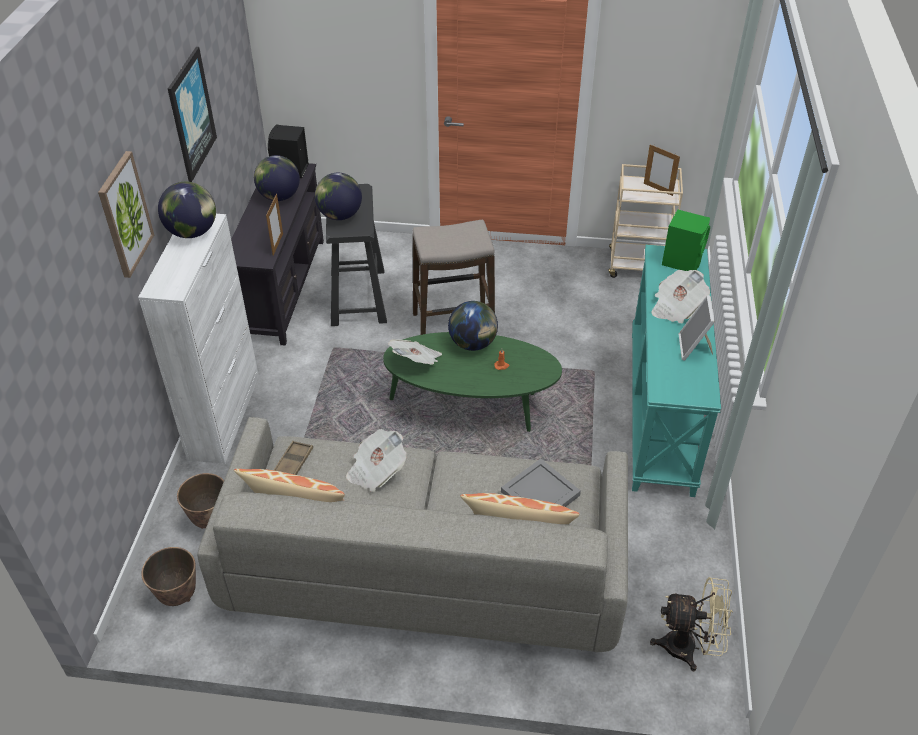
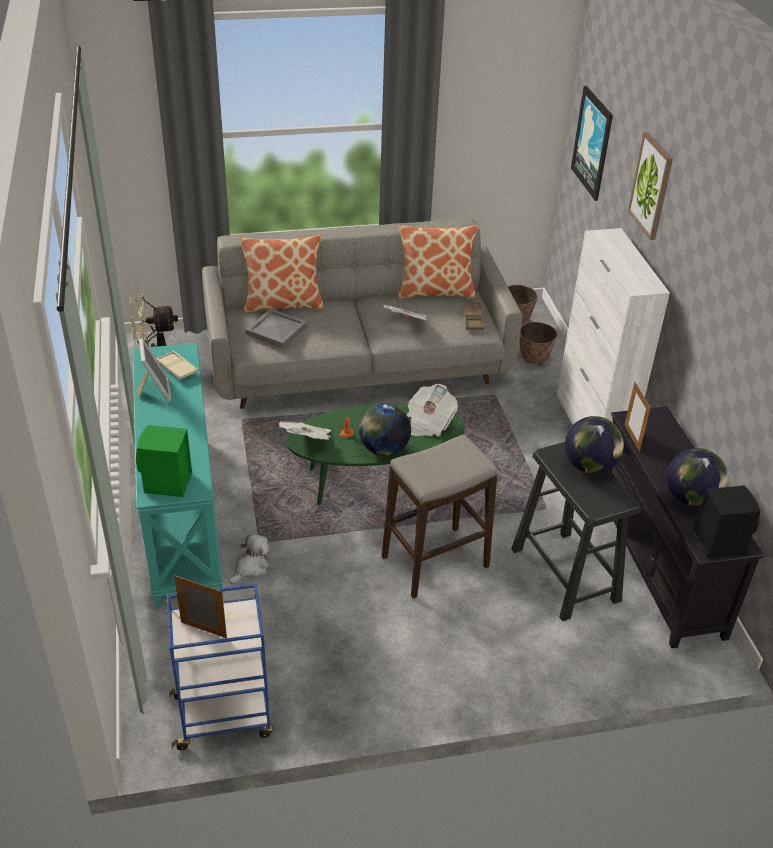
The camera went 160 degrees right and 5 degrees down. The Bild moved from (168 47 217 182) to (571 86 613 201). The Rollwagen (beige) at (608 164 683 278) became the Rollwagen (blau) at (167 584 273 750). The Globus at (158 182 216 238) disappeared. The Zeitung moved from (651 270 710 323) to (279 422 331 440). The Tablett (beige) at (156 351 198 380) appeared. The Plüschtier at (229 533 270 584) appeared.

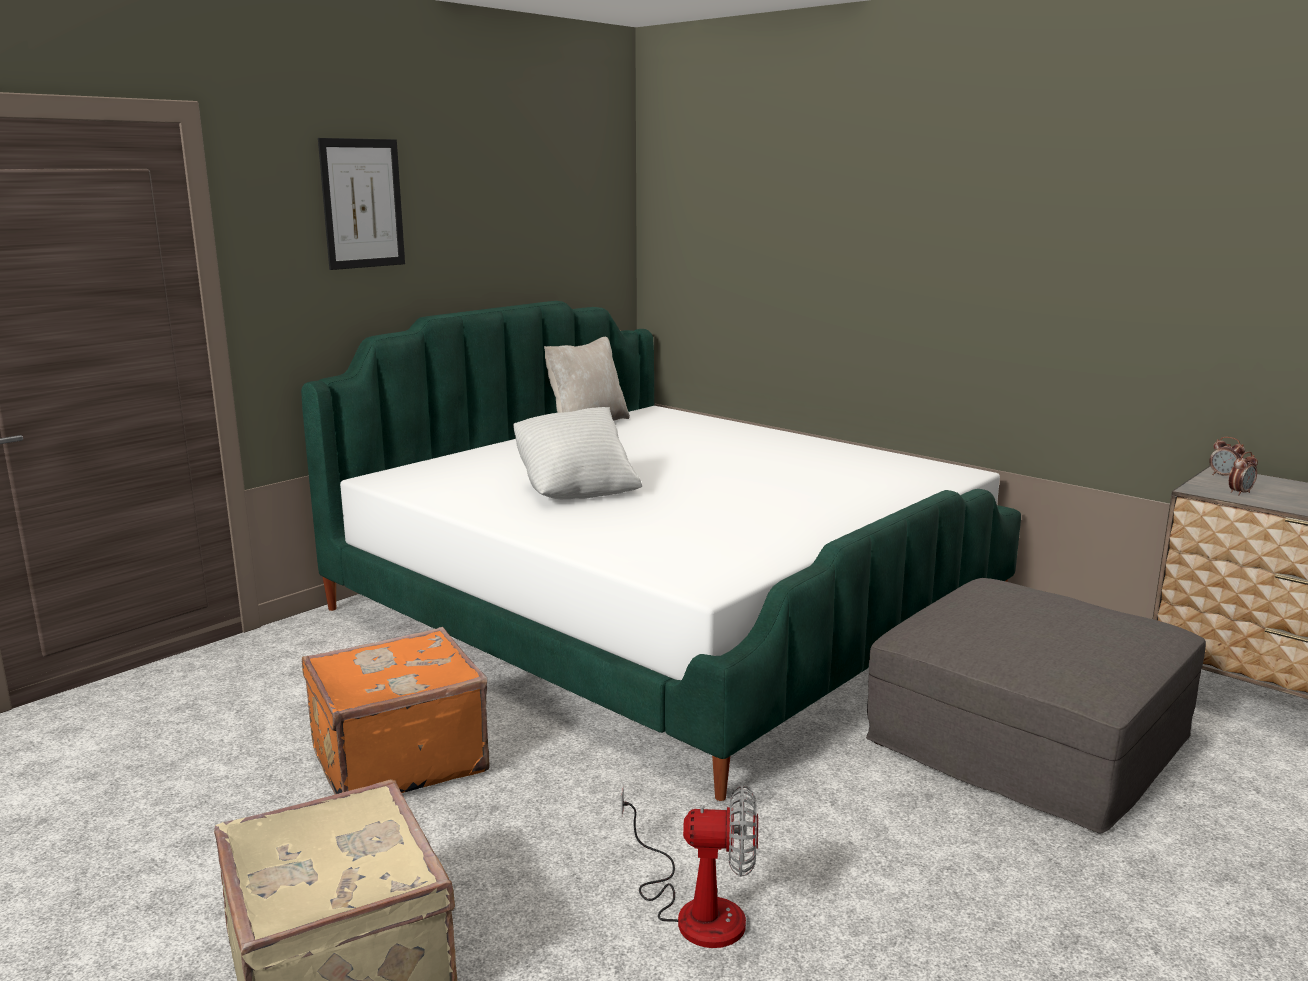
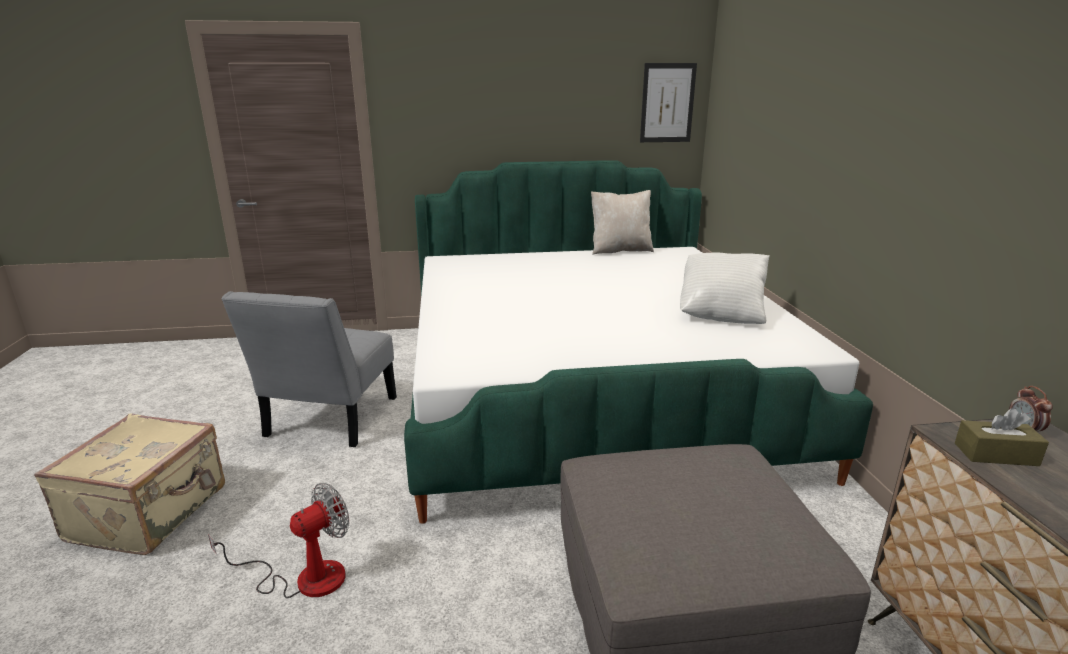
The camera went 40 degrees right and 5 degrees up. The Bild moved from (318 138 405 270) to (640 63 697 142). The Kissen (weiß) moved from (513 407 642 499) to (680 253 770 324). The Wecker at (1229 452 1258 495) was replaced by the Taschentuchbox (braun) at (955 408 1049 466). The Koffer (orange) at (302 627 489 794) was replaced by the Stuhl (grau) at (221 291 397 447). The Ventilator at (621 785 758 948) turned 90 degrees counterclockwise.

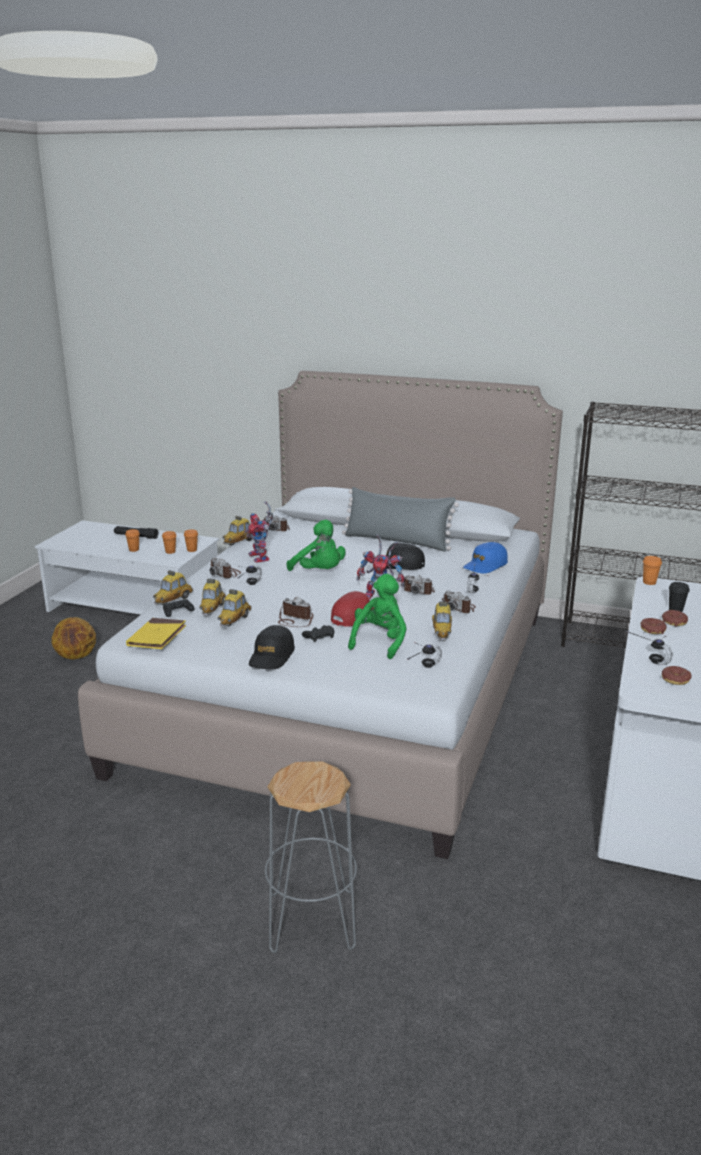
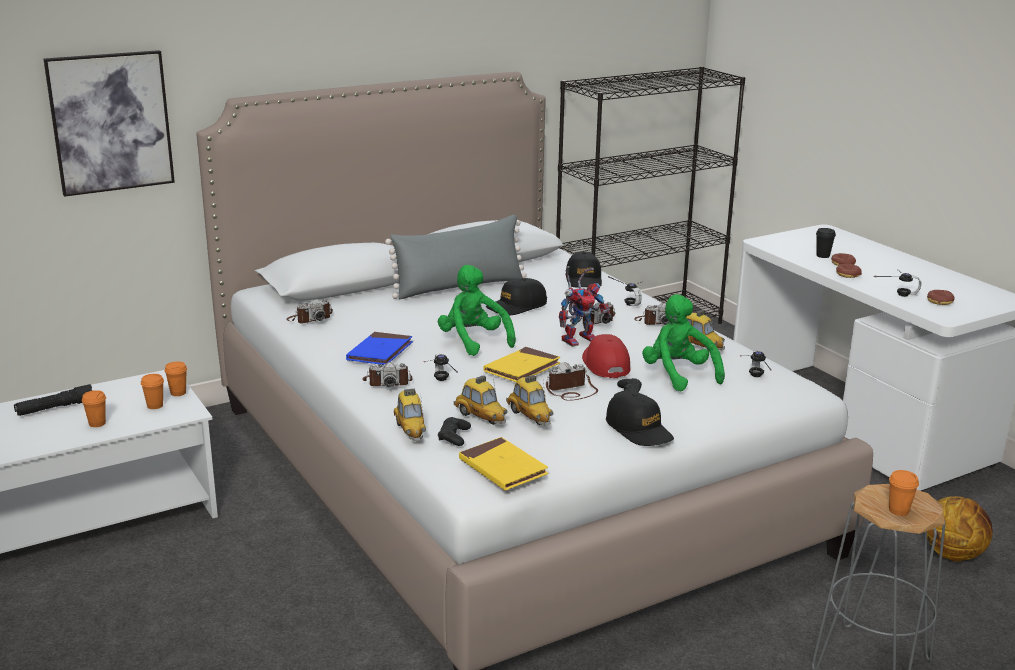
The camera went 50 degrees left and 0 degrees up. The Spielzeugroboter at (244 501 273 563) was replaced by the Buch (blau) at (346 332 413 365). The Spielzeugauto at (222 516 252 546) disappeared. The Plüschtier (grün) at (287 520 346 571) turned 120 degrees counterclockwise. The Kappe (blau) at (463 542 508 574) became the Kappe (schwarz) at (566 251 602 287). The Tasse (orange) moved from (643 556 662 585) to (889 470 919 516). The Basketball moved from (51 617 96 659) to (927 496 993 562). The Bild at (44 50 175 197) appeared. The Buch (gelb) at (484 347 560 382) appeared.

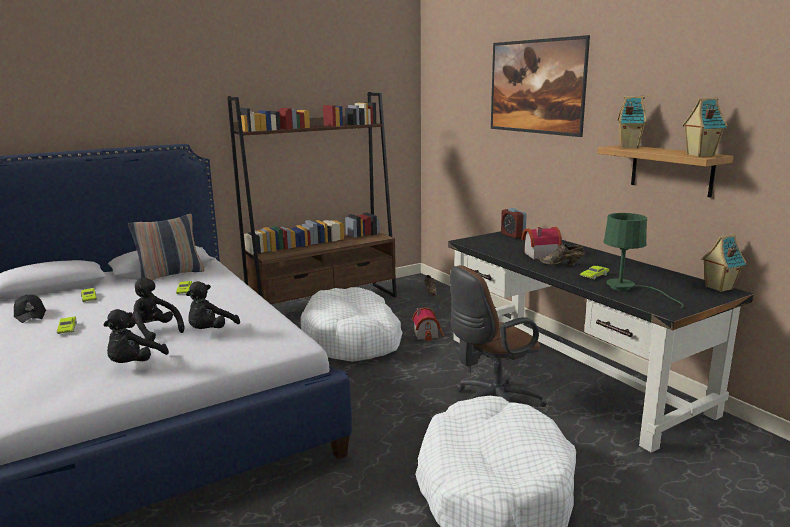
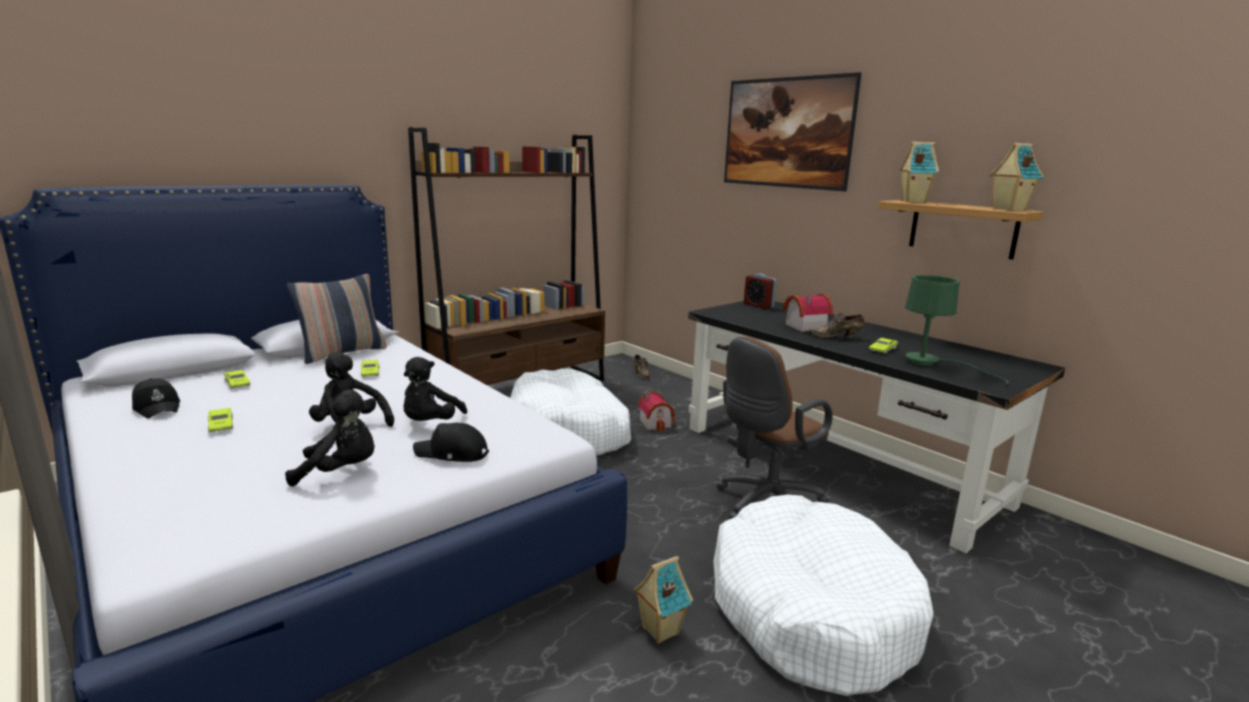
The camera went 10 degrees left and 0 degrees up. The Spielzeughaus moved from (701 234 747 292) to (633 556 693 644). The Plüschtier (schwarz) at (104 309 169 363) turned 105 degrees counterclockwise. The Kappe (schwarz) at (413 423 489 462) appeared.

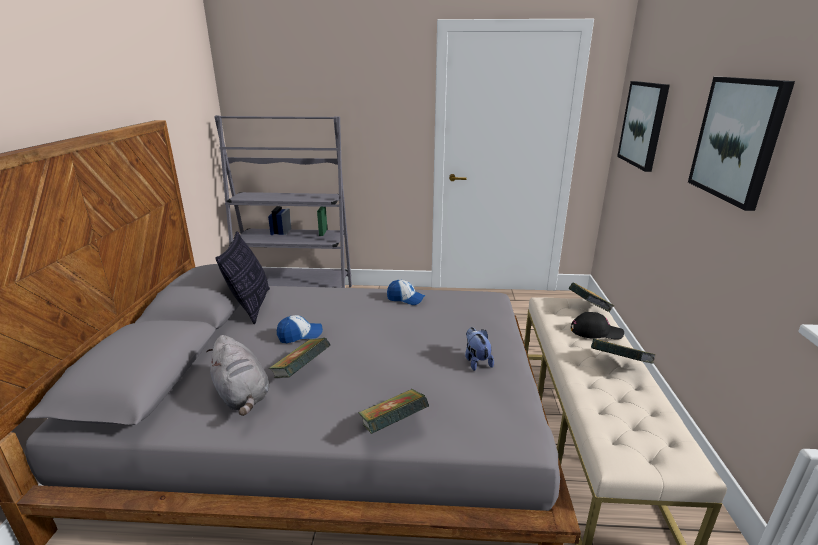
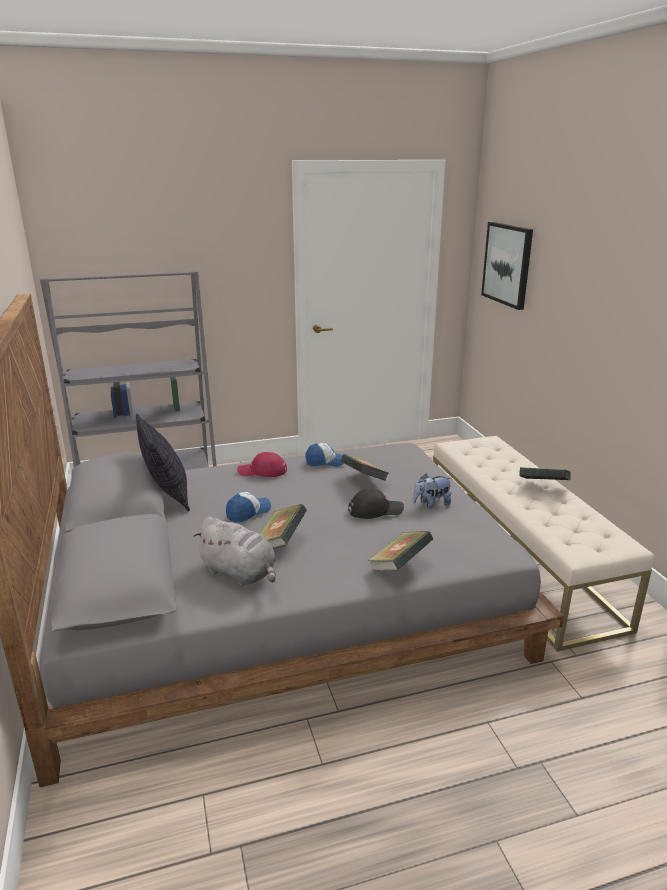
The camera went 20 degrees left and 0 degrees up. The Bild at (688 77 795 211) disappeared. The Buch moved from (569 283 614 312) to (341 454 389 481). The Kappe (schwarz) moved from (571 312 624 340) to (348 489 404 519). The Plüschtier at (465 327 494 371) turned 75 degrees counterclockwise. The Kappe (rot) at (237 452 287 477) appeared.

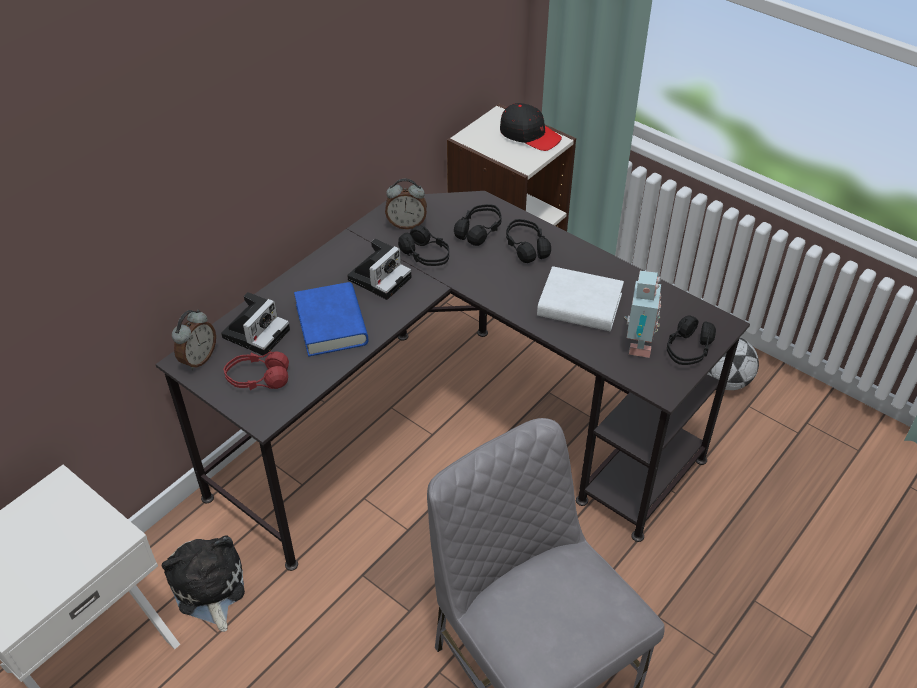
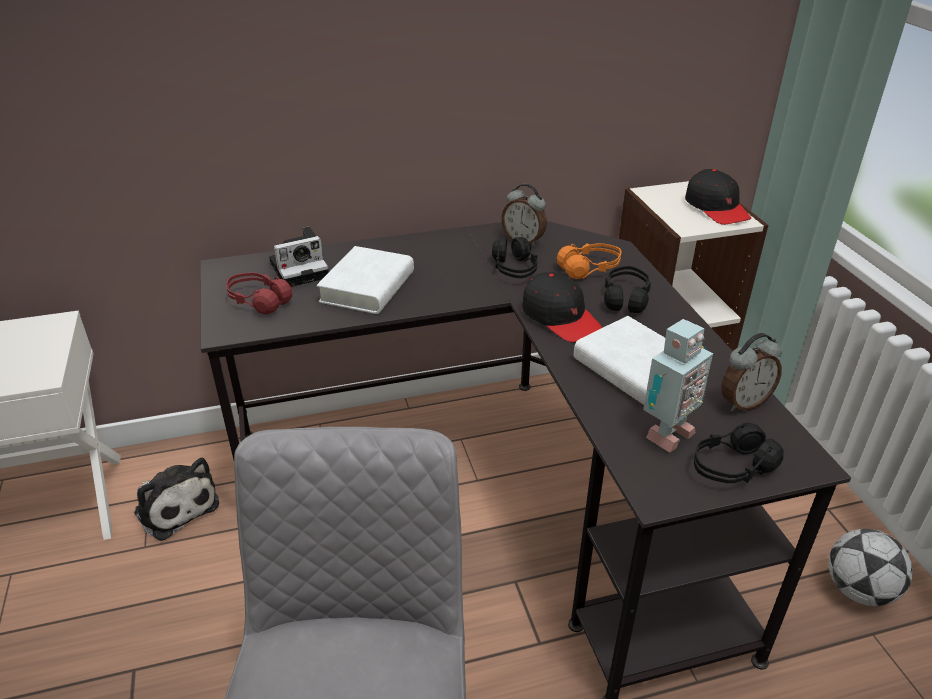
The camera went 35 degrees right and 10 degrees down. The Kopfhörer (schwarz) at (454 204 502 246) became the Kopfhörer (orange) at (557 243 621 279). The Kamera at (347 239 412 300) disappeared. The Buch (blau) at (294 282 368 357) became the Buch (weiß) at (317 246 414 314). The Wecker moved from (172 310 216 370) to (721 333 782 412). The Plüschtier at (162 535 245 632) turned 120 degrees clockwise. The Kappe (schwarz) at (522 272 602 342) appeared.

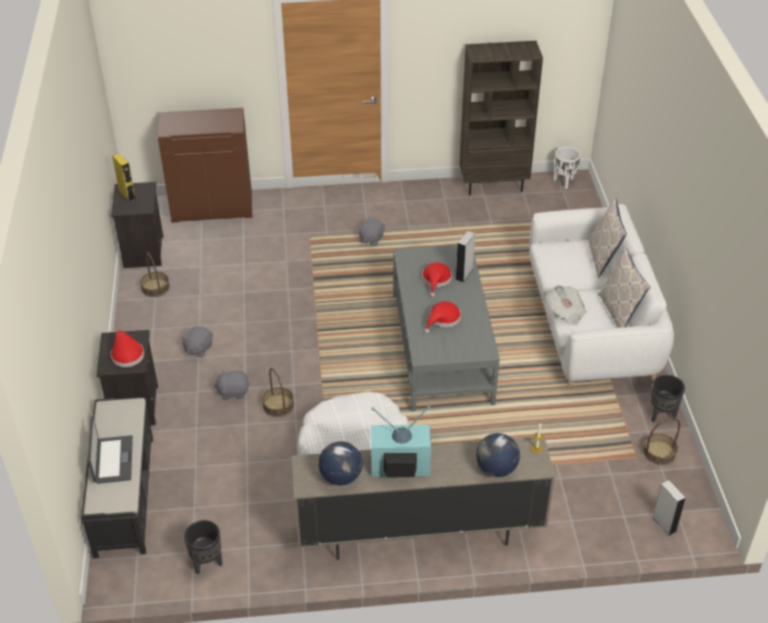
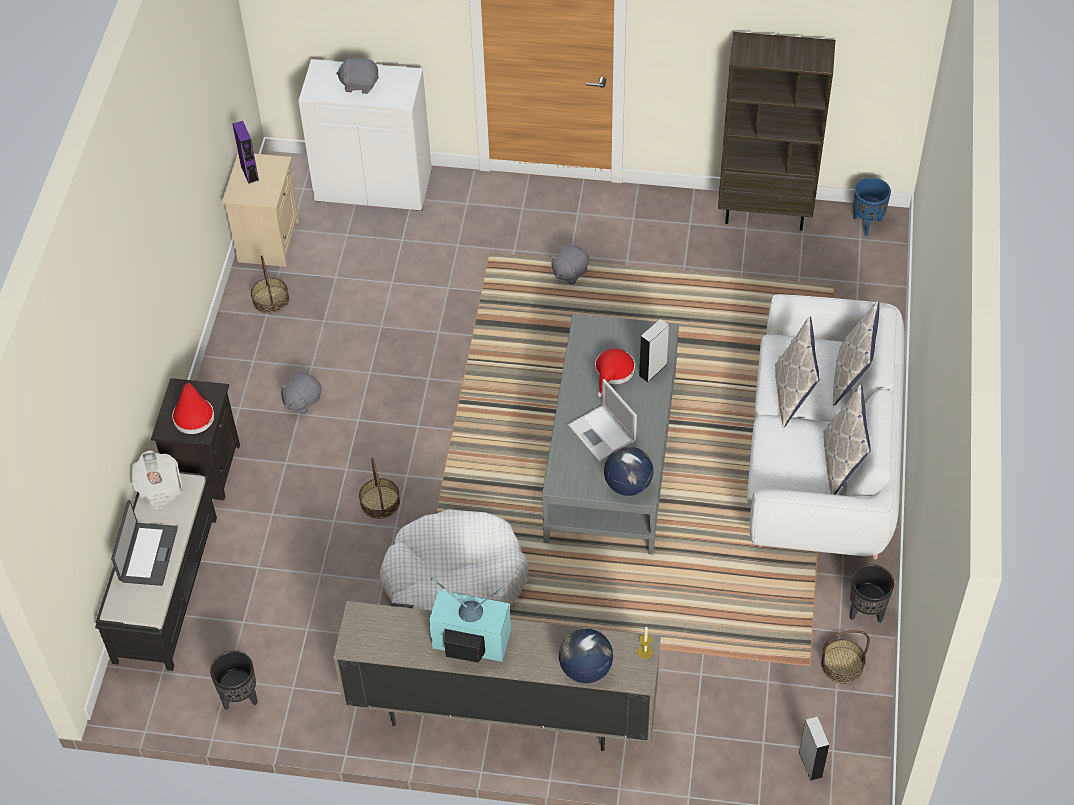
The camera went 15 degrees right and 10 degrees up. The Schrank (braun) at (158 108 252 223) became the Schrank (weiß) at (299 59 432 211). The Pflanzkübel (weiß) at (554 147 580 189) became the Pflanzkübel (blau) at (853 177 891 236). The Lautsprecher (gelb) at (112 153 136 202) became the Lautsprecher (lila) at (233 121 259 184). The Nachttisch (schwarz) at (111 182 163 268) became the Nachttisch (beige) at (222 154 299 267). The Zeitung moved from (550 285 587 325) to (131 450 182 510). The Hut (rot) at (424 301 461 333) was replaced by the Laptop at (568 379 637 462). The Plüschtier (grau) moved from (214 370 250 400) to (336 55 379 94). The Globus moved from (319 441 362 485) to (604 446 653 496). The Kissen at (775 316 819 428) appeared.

